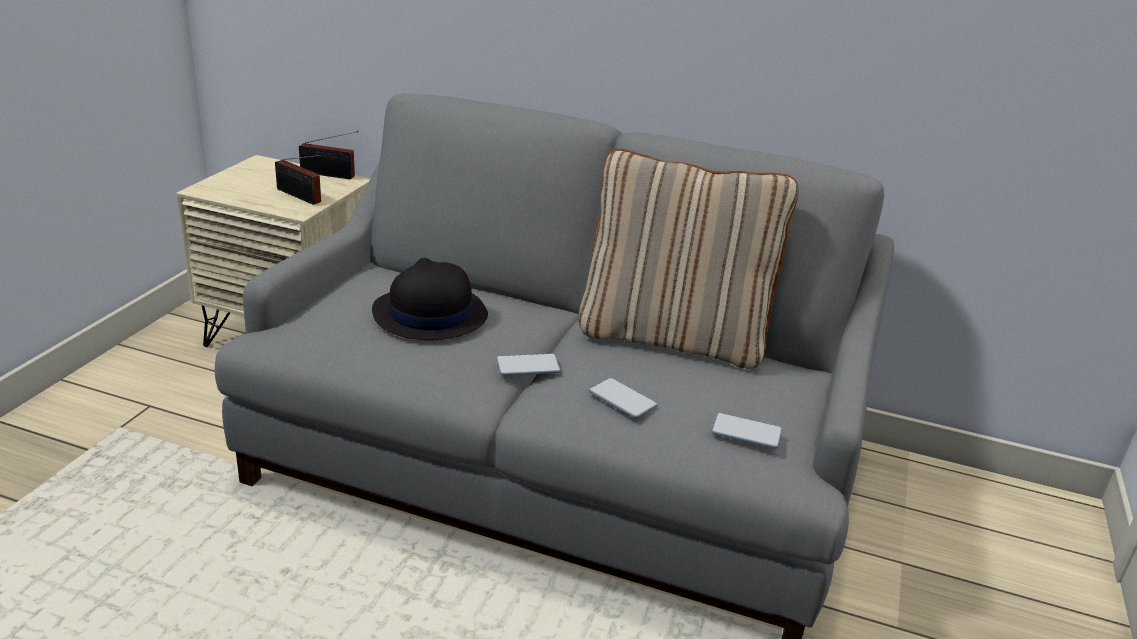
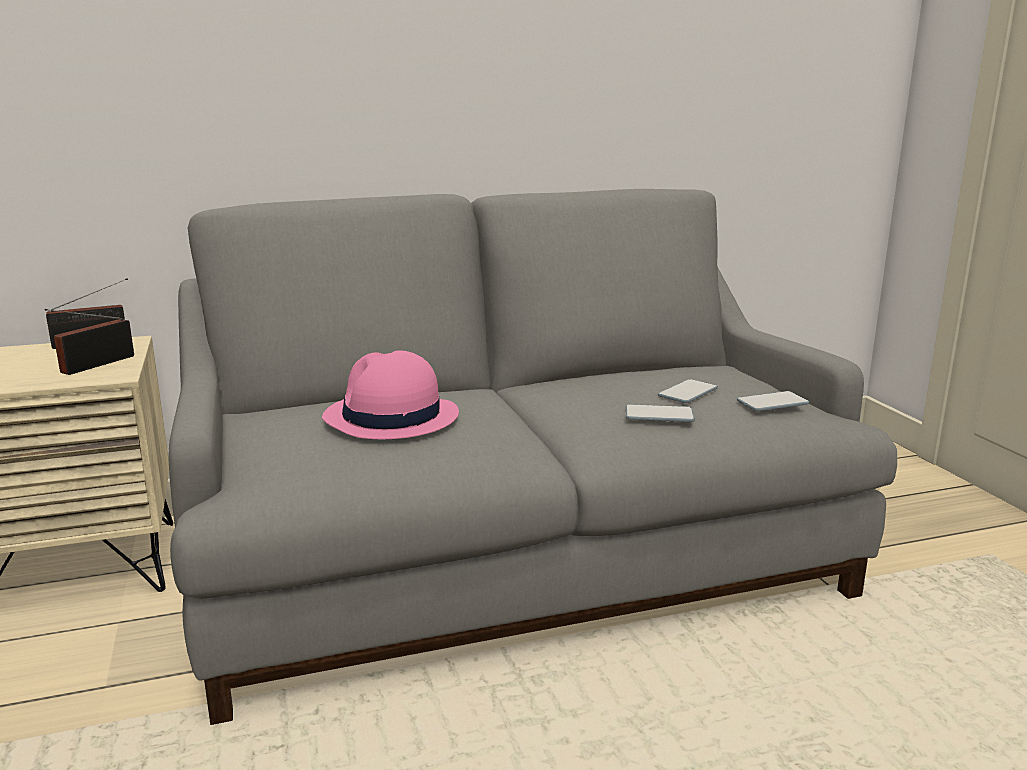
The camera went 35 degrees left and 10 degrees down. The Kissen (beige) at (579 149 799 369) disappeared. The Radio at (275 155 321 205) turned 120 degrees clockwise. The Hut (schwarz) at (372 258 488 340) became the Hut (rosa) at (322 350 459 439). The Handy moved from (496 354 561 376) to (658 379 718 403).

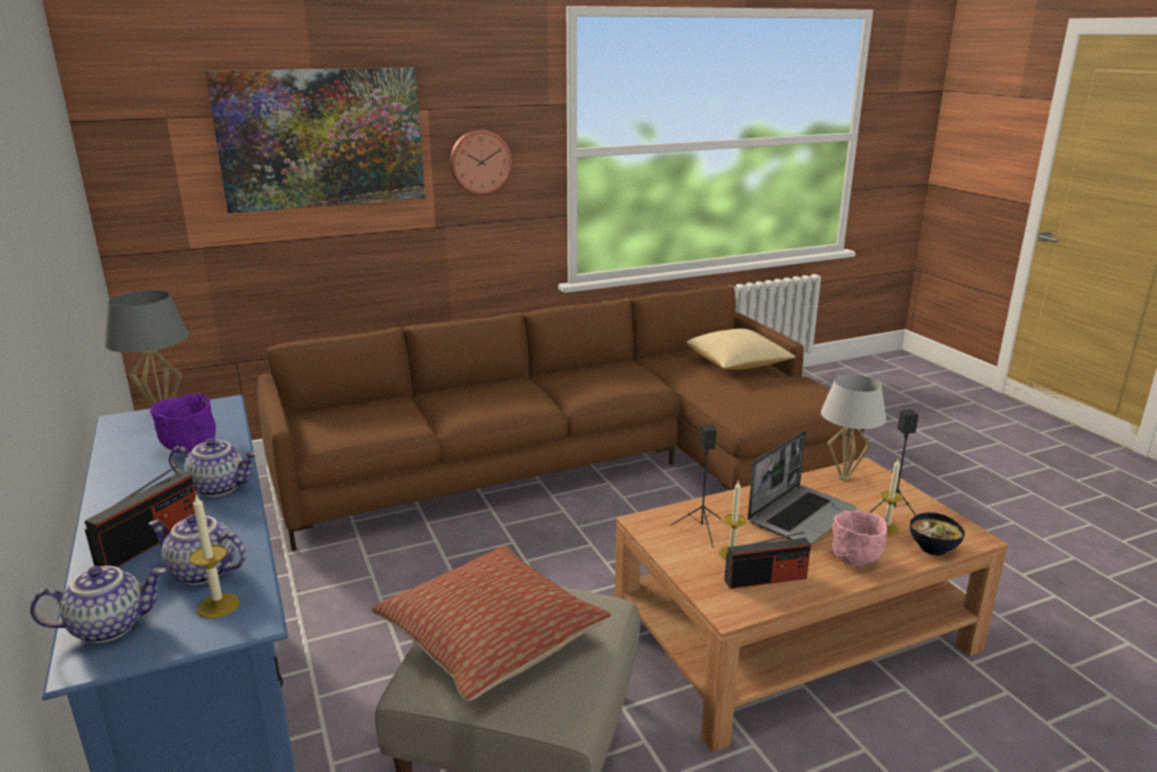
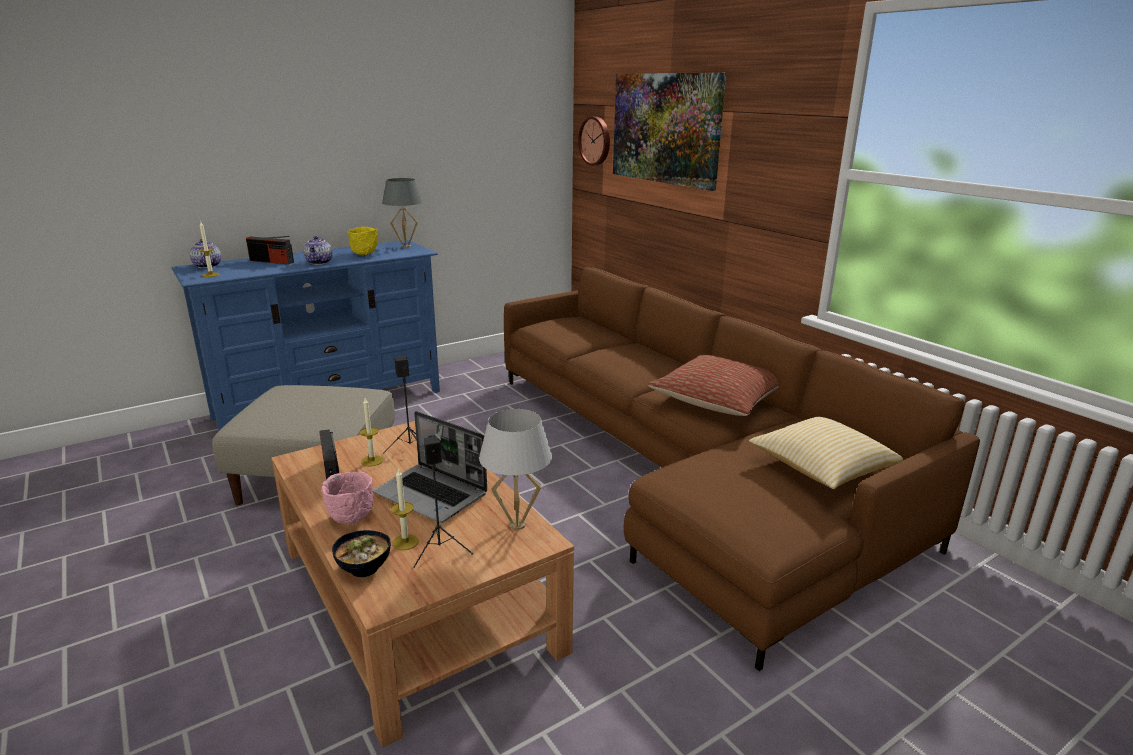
The camera went 80 degrees right and 0 degrees up. The Wanduhr moved from (450 130 512 195) to (578 117 610 166). The Schüssel (lila) at (150 393 216 453) became the Schüssel (gelb) at (347 227 378 255). The Teekanne at (148 514 246 585) disappeared. The Kissen moved from (371 545 611 701) to (648 355 779 416).

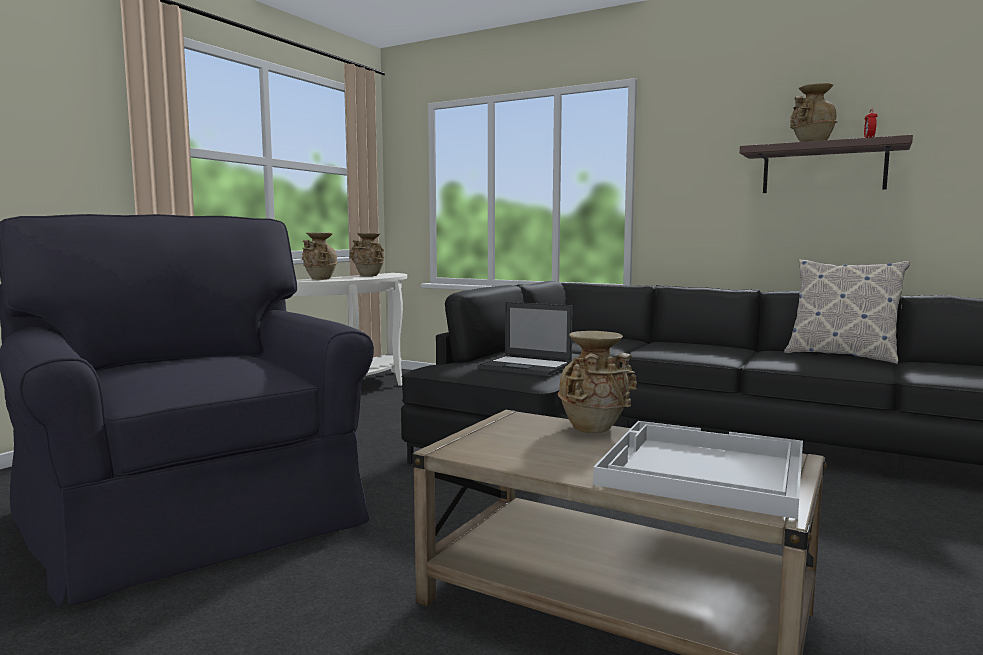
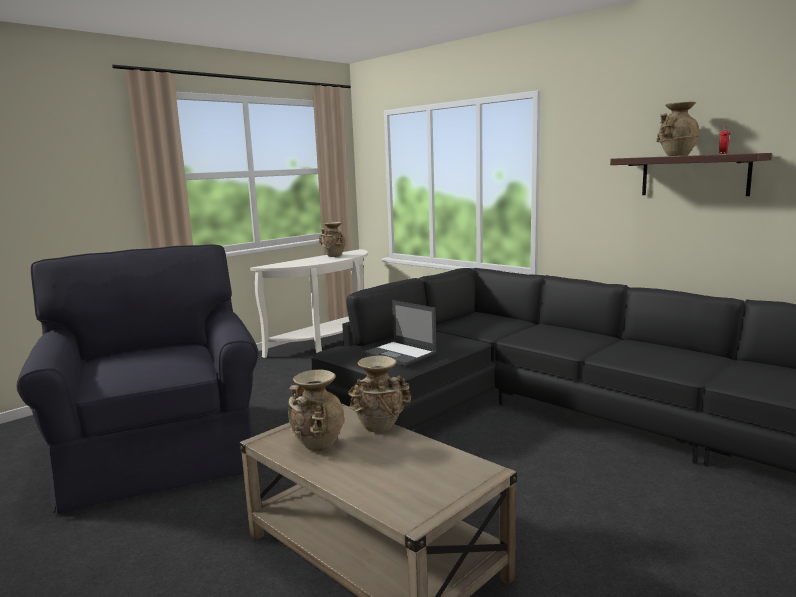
The camera went 15 degrees right and 5 degrees up. The Vase (beige) moved from (300 232 337 280) to (288 369 345 451). The Kissen at (784 259 910 364) disappeared. The Tablett (weiß) at (593 421 803 519) disappeared.

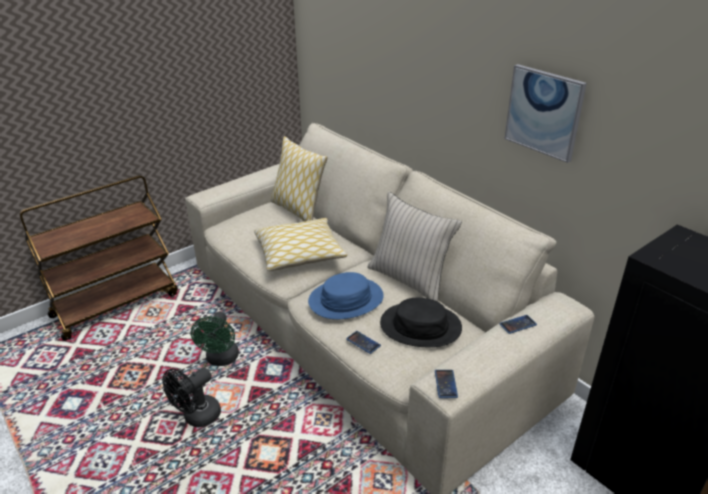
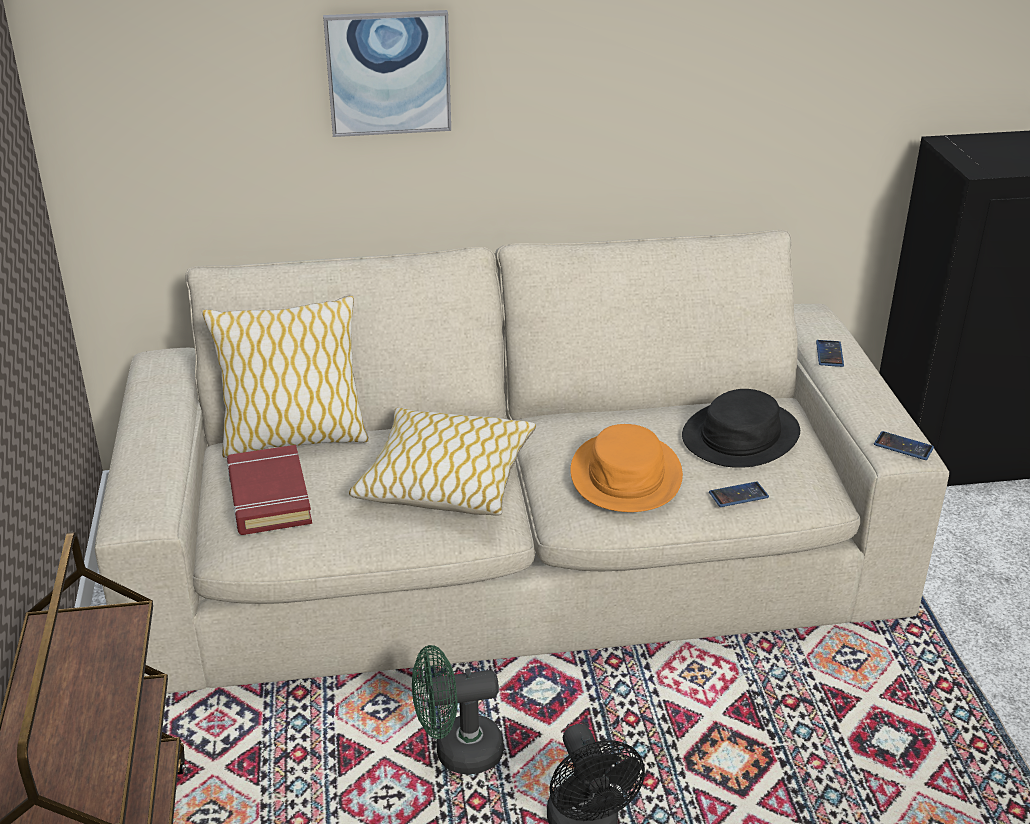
The camera went 60 degrees left and 0 degrees up. The Bild moved from (504 64 587 163) to (323 10 451 137). The Kissen (beige) at (367 191 462 302) disappeared. The Hut (blau) at (308 272 384 319) became the Hut (orange) at (570 424 683 512). The Ventilator (grün) at (191 312 239 366) turned 135 degrees clockwise. The Buch (rot) at (227 445 312 535) appeared.

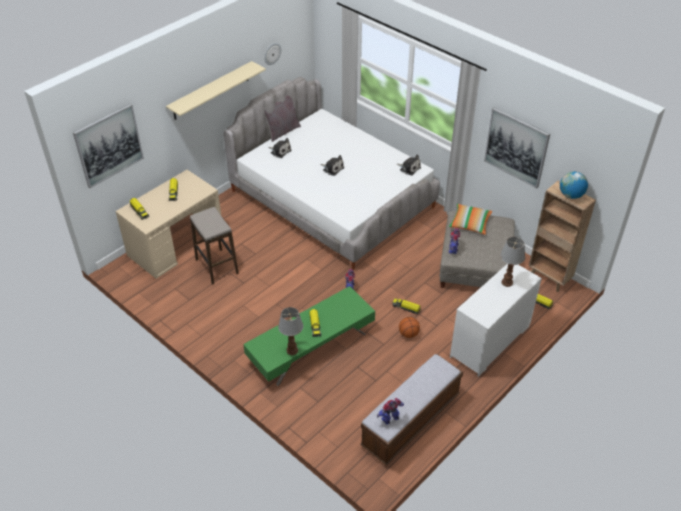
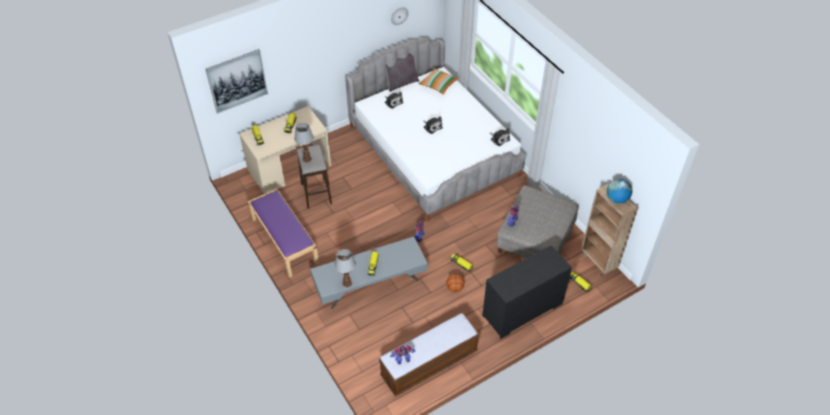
The camera went 15 degrees right and 5 degrees up. The Wandregal (beige) at (166 61 266 120) disappeared. The Bild at (484 108 550 188) disappeared. The Kissen moved from (449 204 492 235) to (418 68 459 95). The Tischlampe moved from (500 237 525 287) to (294 123 314 162). The Kommode (weiß) at (450 264 542 377) became the Kommode (schwarz) at (482 245 572 339). The Couchtisch (grün) at (243 286 375 386) became the Couchtisch (grau) at (310 237 428 309). The Bank (lila) at (248 189 319 278) appeared.

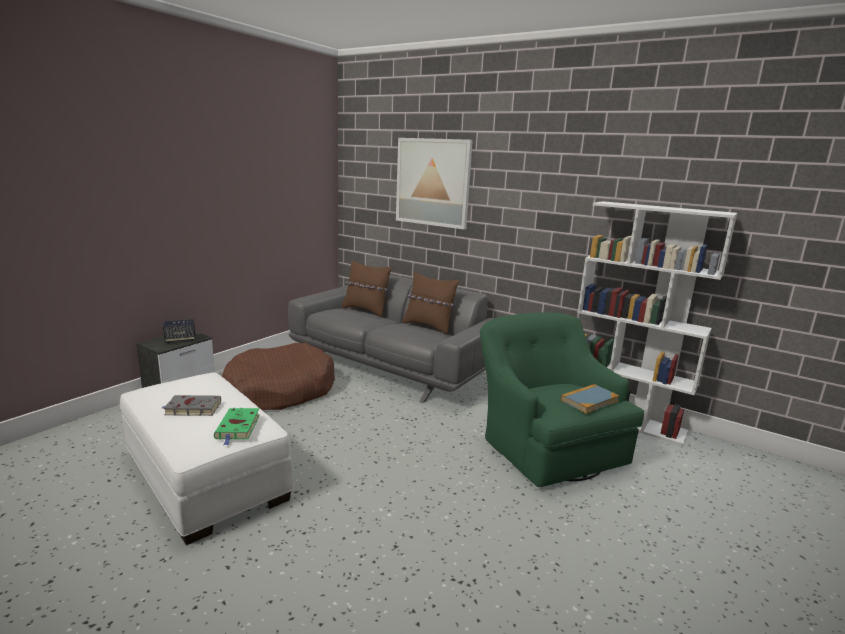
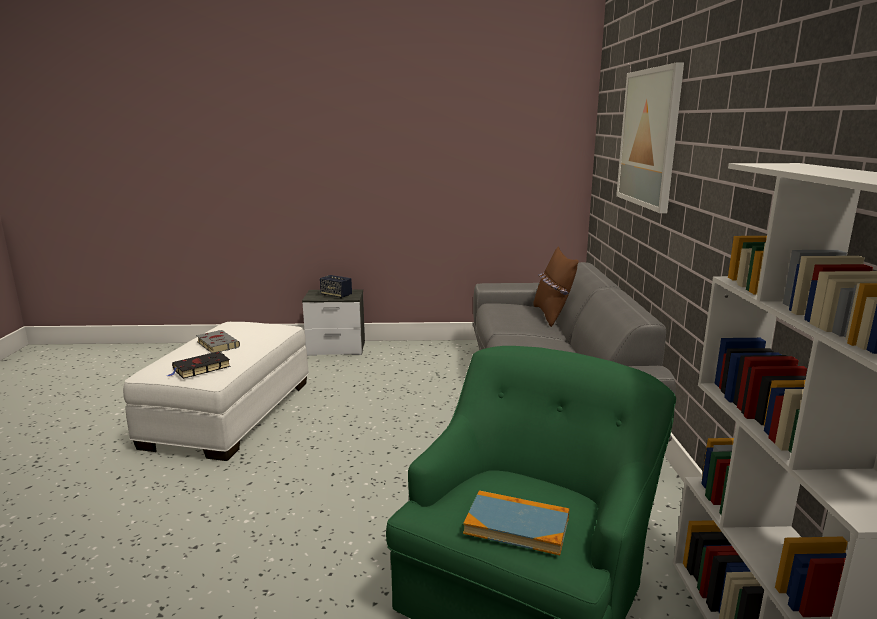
The camera went 55 degrees right and 0 degrees up. The Kissen (braun) at (402 272 459 335) disappeared. The Hundebett (braun) at (222 343 335 410) disappeared. The Buch (grün) at (214 408 260 445) became the Buch (schwarz) at (167 351 231 379).

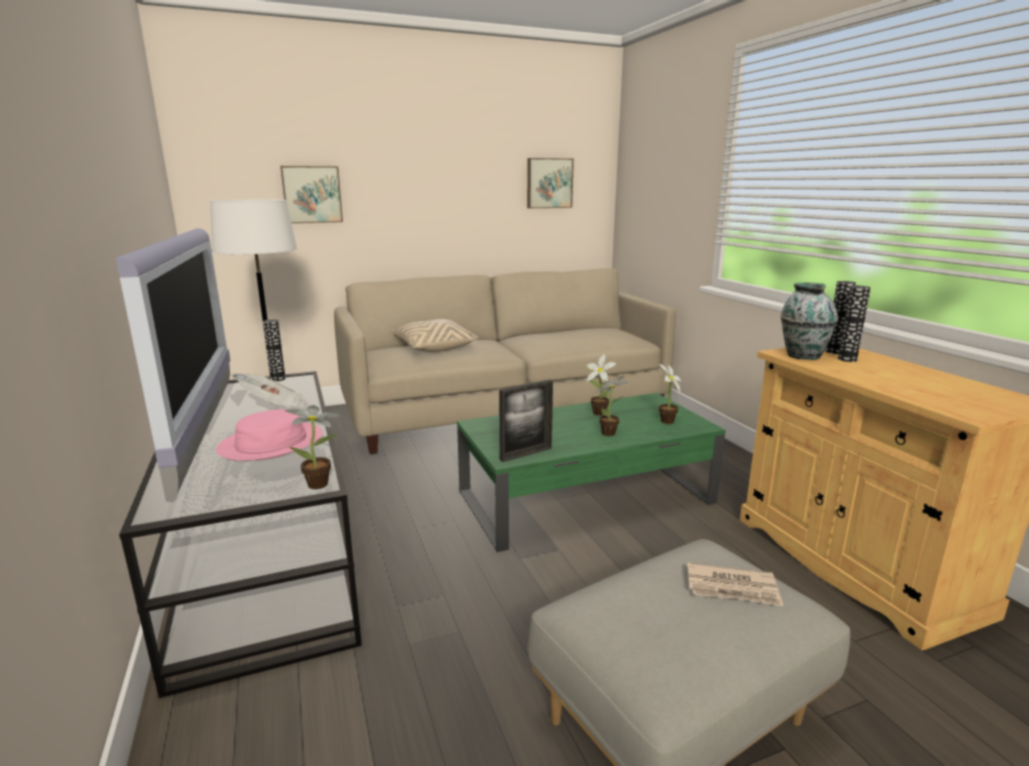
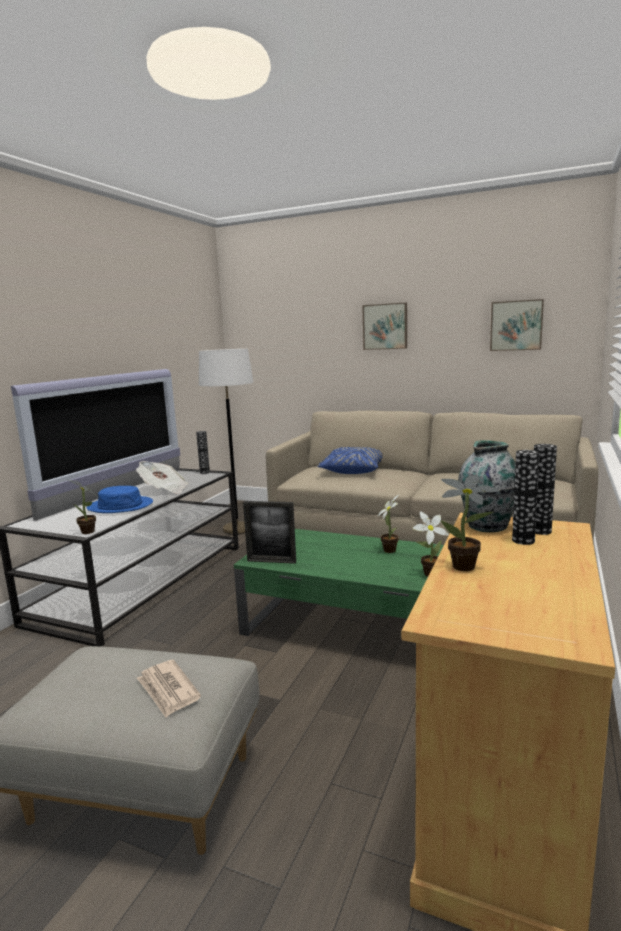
The camera went 45 degrees right and 5 degrees down. The Bild moved from (280 166 343 223) to (362 303 407 350). The Kissen (beige) at (391 319 478 352) became the Kissen (blau) at (317 447 383 474). The Topfpflanze moved from (594 376 629 436) to (440 475 501 571). The Hut (rosa) at (216 409 323 461) became the Hut (blau) at (87 486 153 513).

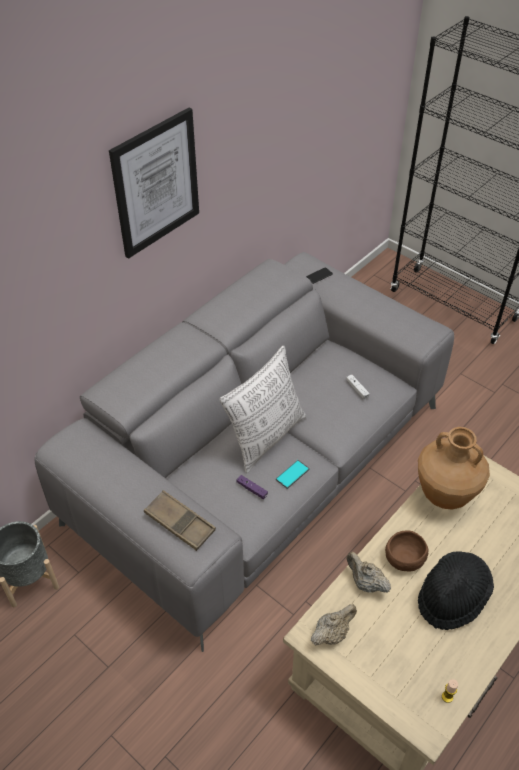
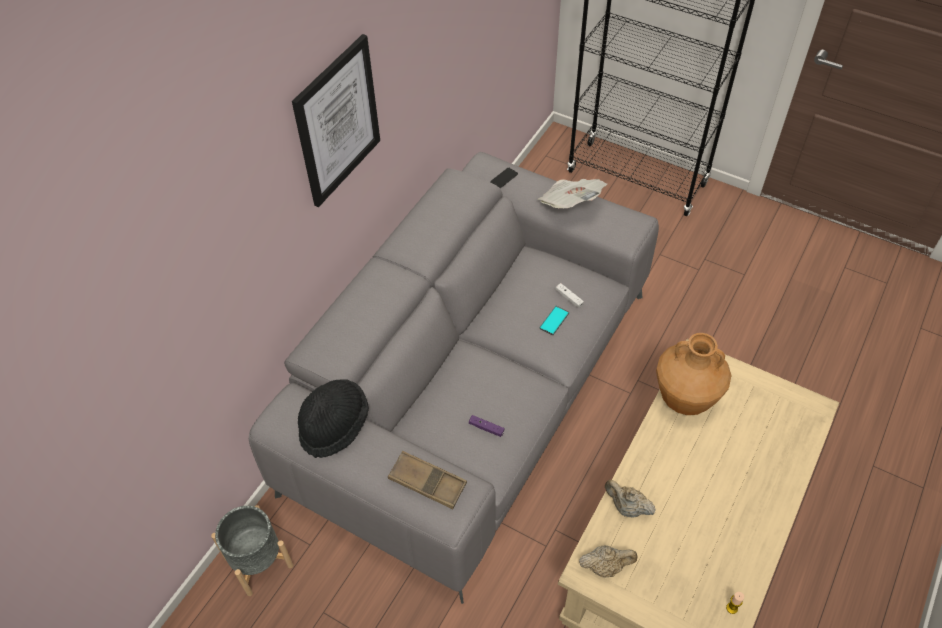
The camera went 10 degrees left and 5 degrees up. The Kissen at (219 345 306 473) disappeared. The Handy moved from (276 460 310 489) to (539 306 569 335). The Schüssel (braun) at (385 531 428 572) disappeared. The Hut (schwarz) moved from (418 551 494 630) to (298 380 369 458). The Teekanne (beige) at (311 604 357 645) turned 45 degrees clockwise. The Zeitung at (538 179 607 208) appeared.

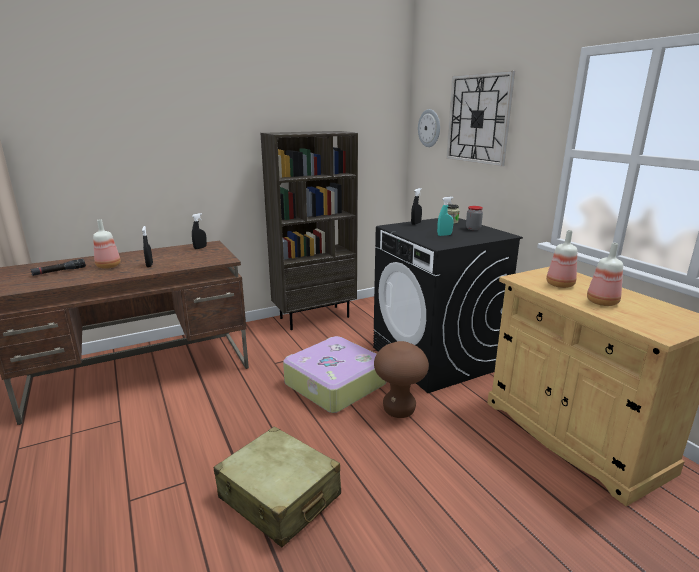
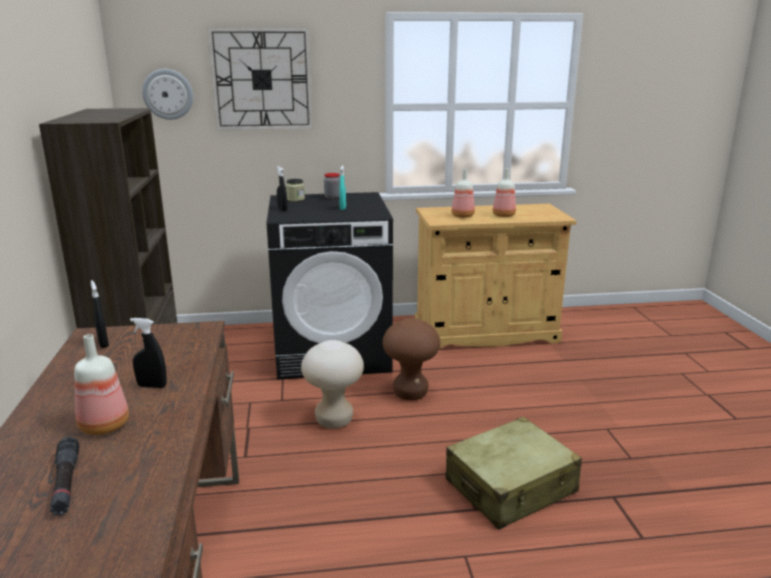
The camera went 70 degrees left and 0 degrees up. The Koffer at (283 336 386 413) was replaced by the Hocker (beige) at (301 340 364 429).

